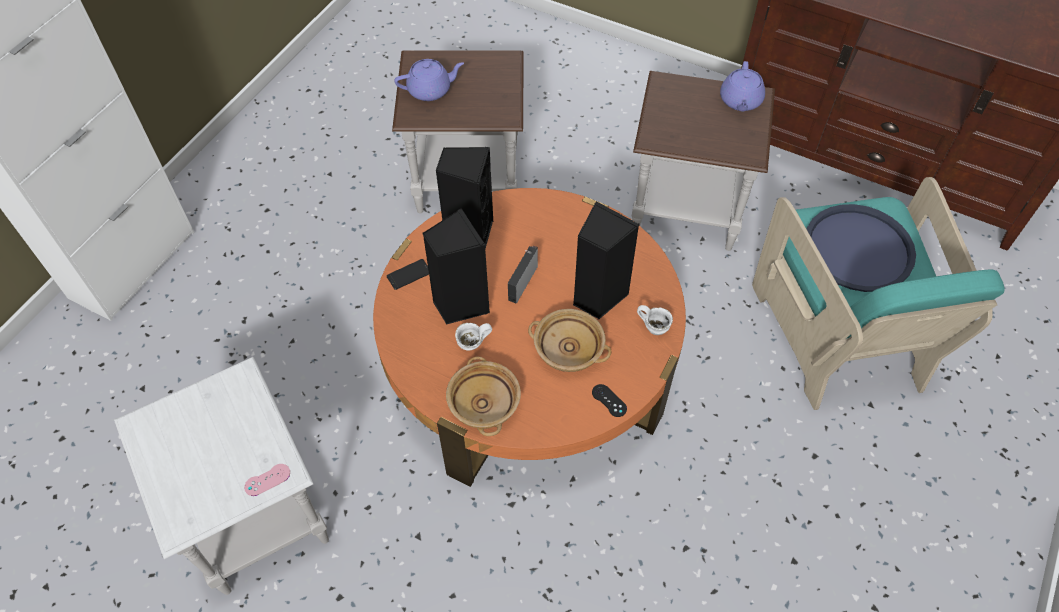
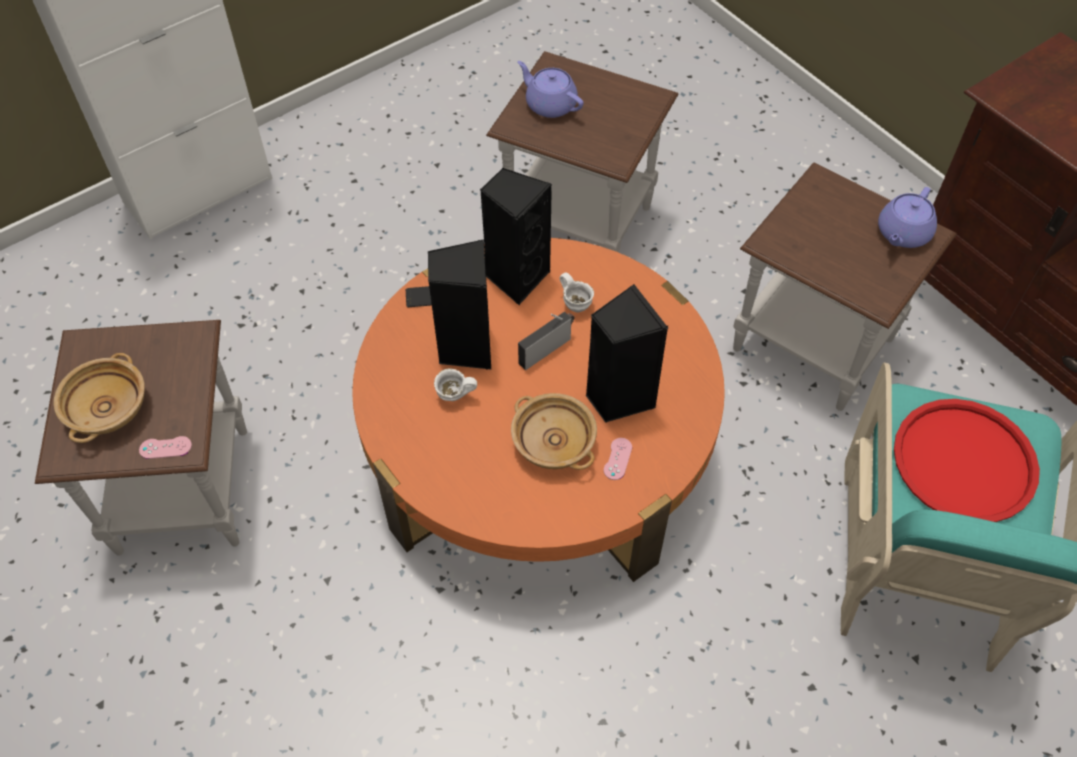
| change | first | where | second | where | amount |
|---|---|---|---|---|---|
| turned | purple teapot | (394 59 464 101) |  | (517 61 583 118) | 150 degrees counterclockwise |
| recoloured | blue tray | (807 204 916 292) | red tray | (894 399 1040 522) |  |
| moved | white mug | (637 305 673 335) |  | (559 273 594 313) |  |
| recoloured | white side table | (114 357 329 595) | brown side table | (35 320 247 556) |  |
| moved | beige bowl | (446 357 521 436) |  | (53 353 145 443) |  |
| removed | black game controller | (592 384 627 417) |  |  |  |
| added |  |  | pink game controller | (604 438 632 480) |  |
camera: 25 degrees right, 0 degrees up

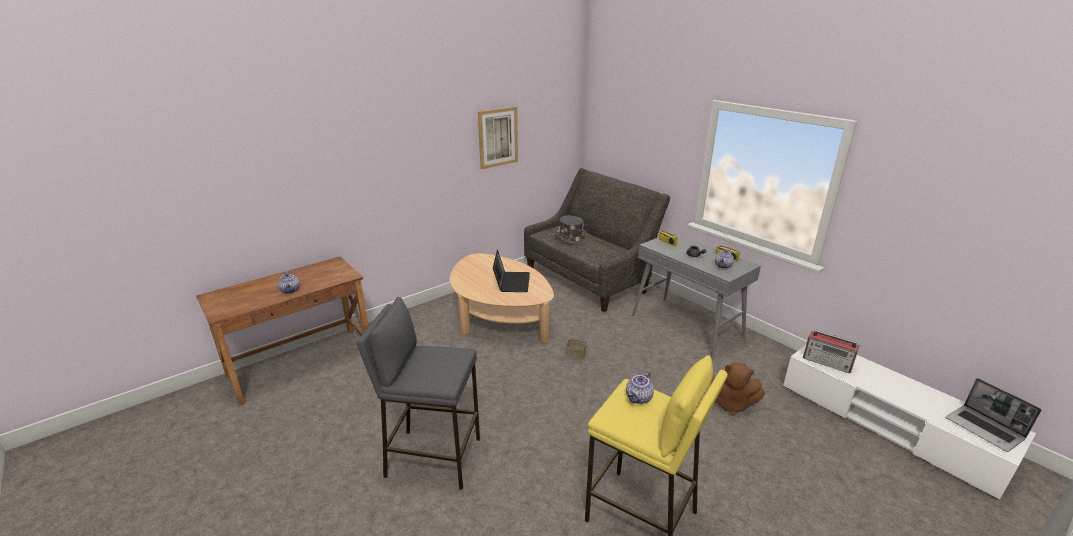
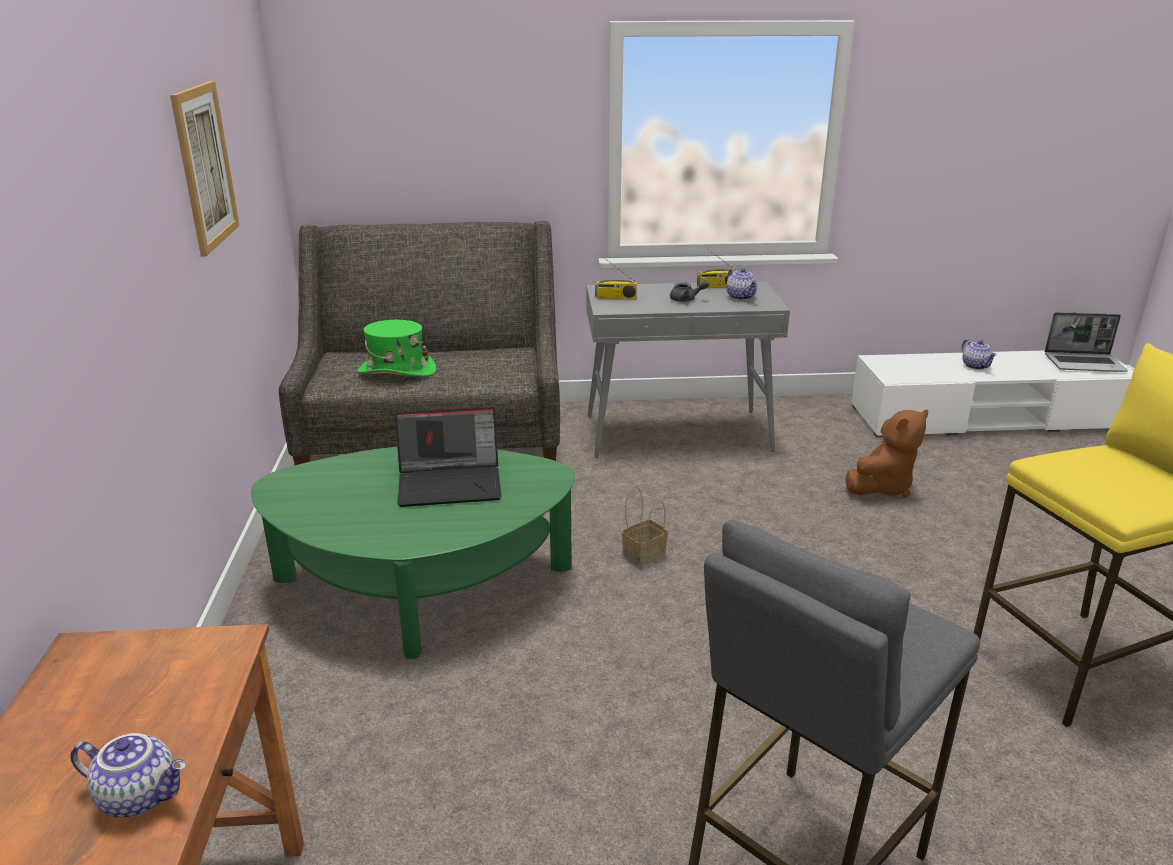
| change | first | where | second | where | amount |
|---|---|---|---|---|---|
| recoloured | grey hat | (555 216 587 246) | green hat | (357 320 436 377) |  |
| turned | laptop | (493 250 530 292) |  | (395 407 501 507) | 135 degrees clockwise |
| recoloured | beige coffee table | (449 253 554 343) | green coffee table | (251 447 575 659) |  |
| removed | radio | (803 330 860 373) |  |  |  |
| moved | teapot | (626 371 654 404) |  | (962 339 997 370) |  |
camera: 55 degrees left, 0 degrees up

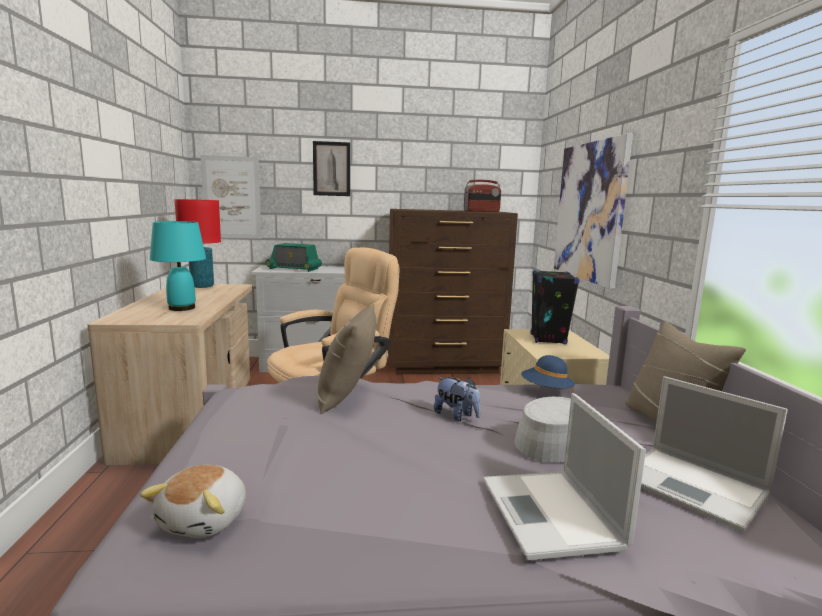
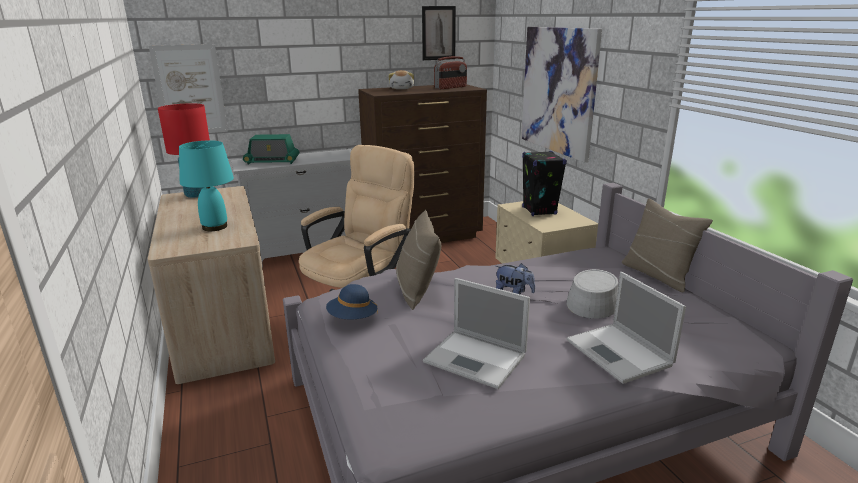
| change | first | where | second | where | amount |
|---|---|---|---|---|---|
| moved | picture | (313 141 350 196) |  | (422 6 456 60) |  |
| moved | blue hat | (521 355 575 391) |  | (326 284 378 320) |  |
| moved | laptop | (641 376 788 532) |  | (423 278 530 389) |  |
| moved | plush toy | (140 465 246 538) |  | (388 70 414 89) |  |
camera: 15 degrees left, 10 degrees up

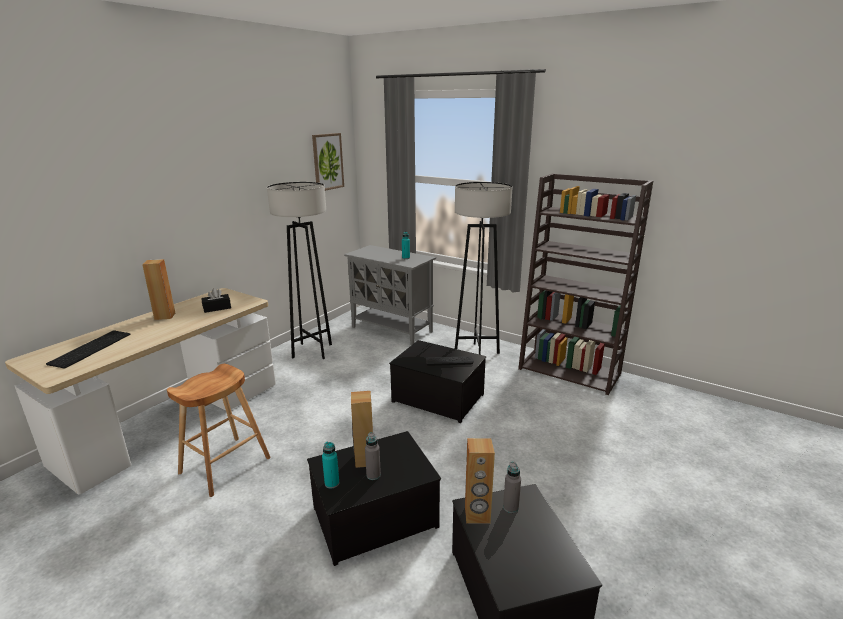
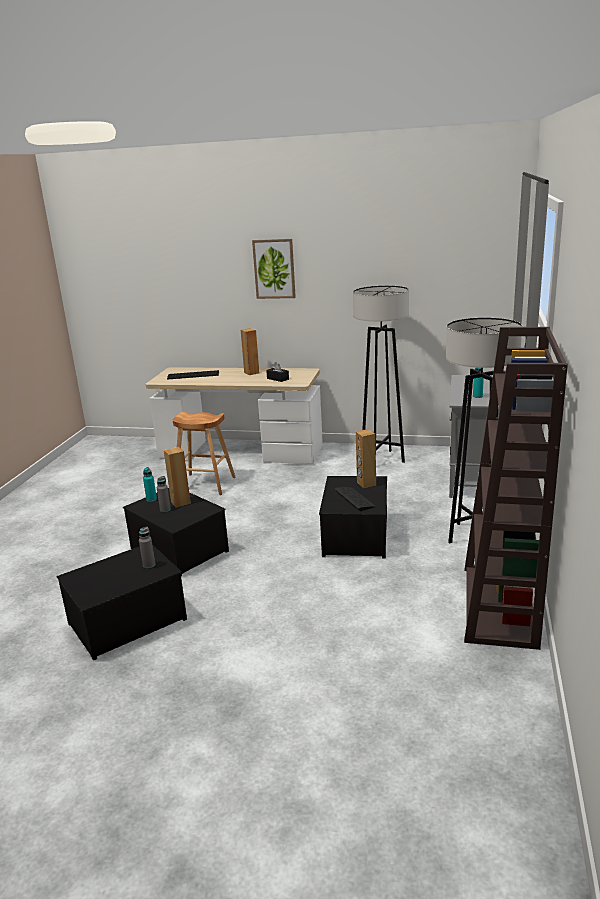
| change | first | where | second | where | amount |
|---|---|---|---|---|---|
| moved | picture | (312 133 344 191) |  | (252 239 296 299) |  |
| moved | brown speaker | (465 438 495 524) |  | (356 429 376 489) |  |
camera: 70 degrees right, 0 degrees up

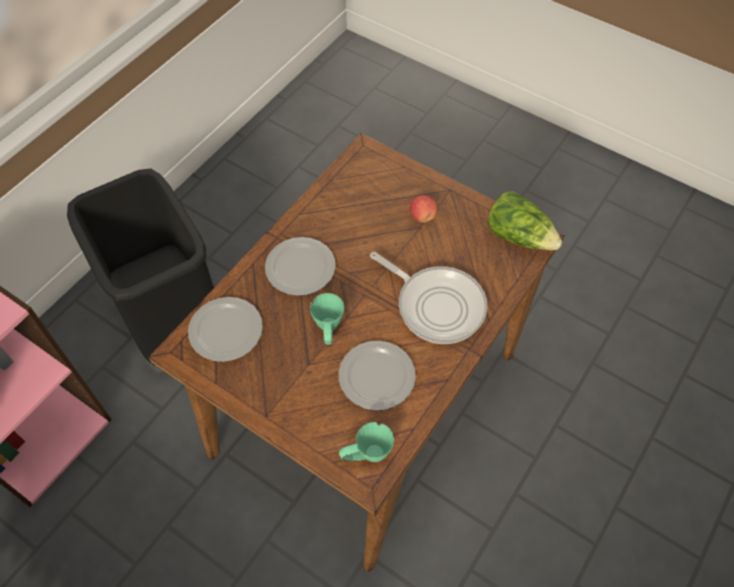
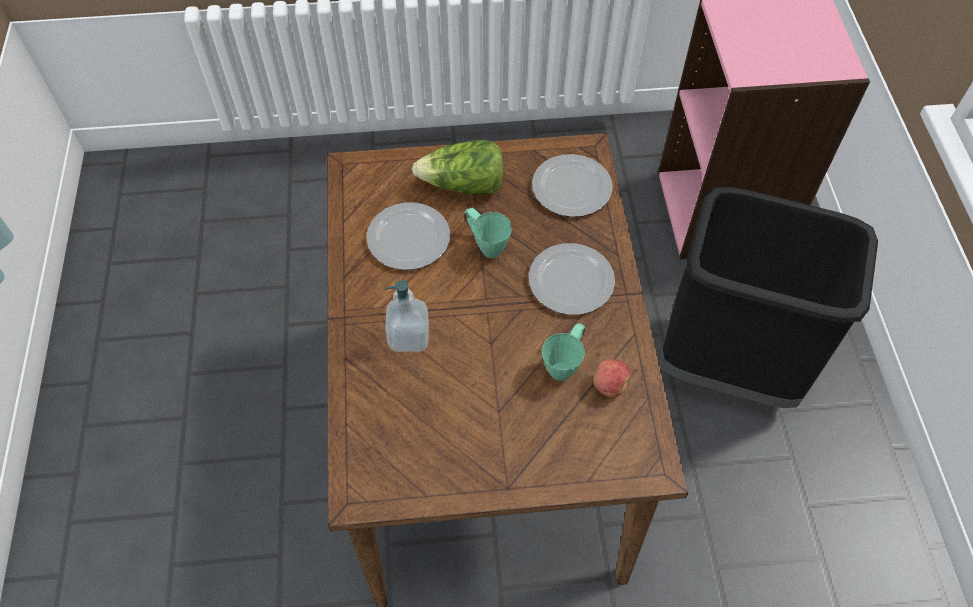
| change | first | where | second | where | amount |
|---|---|---|---|---|---|
| moved | lettuce | (487 191 562 250) |  | (412 140 504 194) |  |
| moved | apple | (410 195 437 223) |  | (593 359 631 397) |  |
| replaced | frying pan | (370 252 488 344) | soap dispenser | (385 280 429 352) |  |
| moved | green mug | (339 422 394 462) |  | (542 323 585 381) |  |
camera: 140 degrees right, 0 degrees up

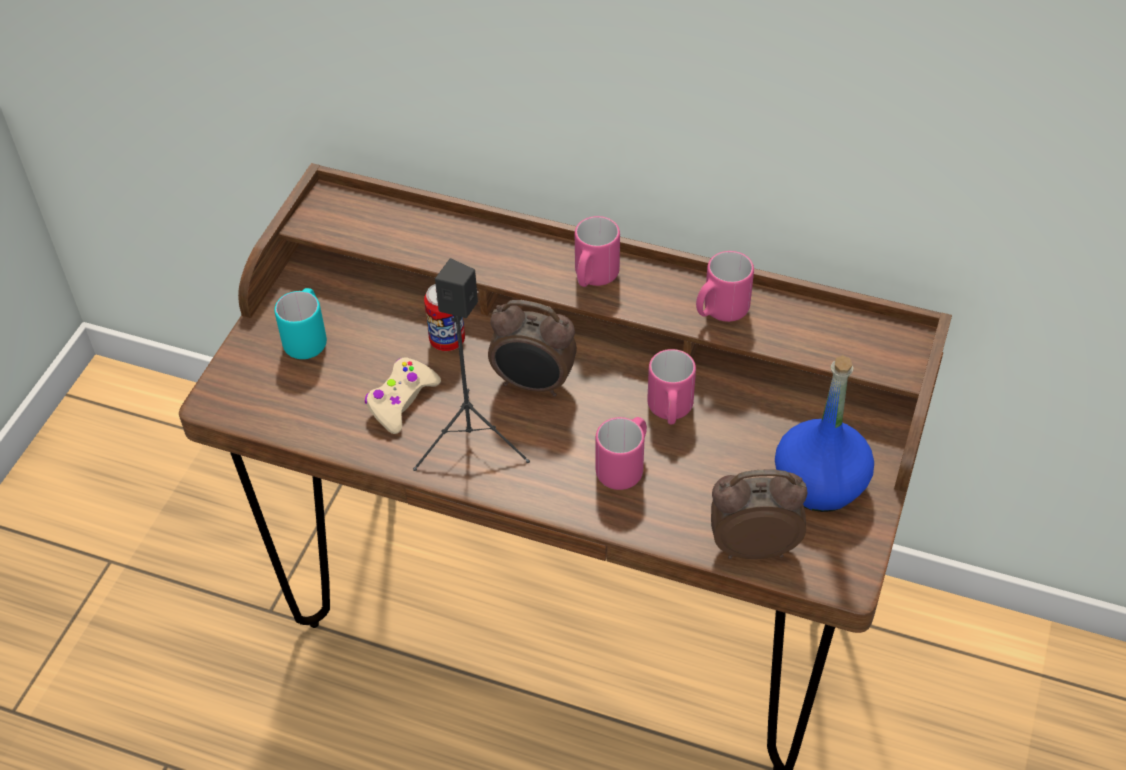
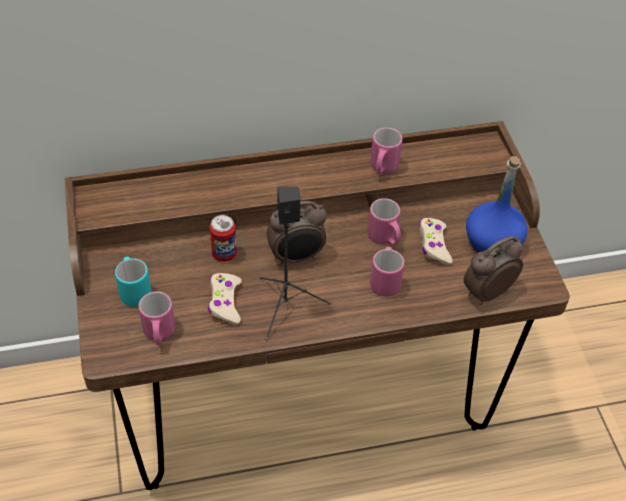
| change | first | where | second | where | amount |
|---|---|---|---|---|---|
| moved | pink mug | (575 216 620 287) |  | (138 291 175 345) |  |
| added |  |  | beige game controller | (419 218 453 265) |  |
camera: 35 degrees left, 0 degrees up

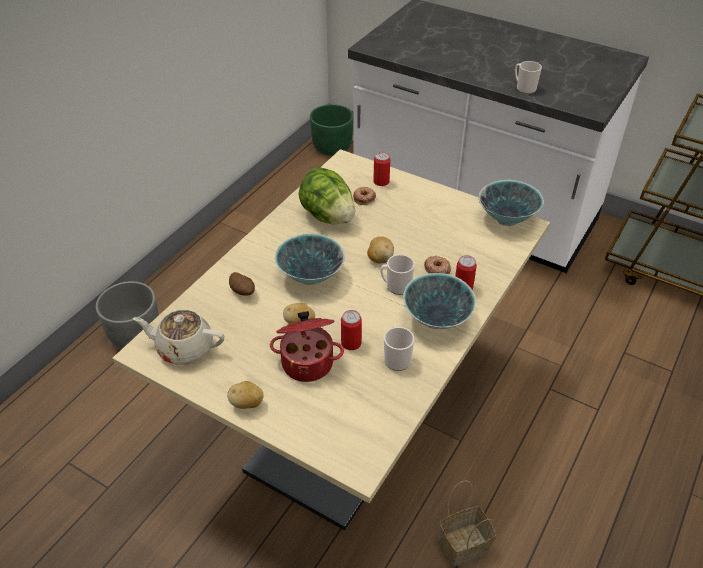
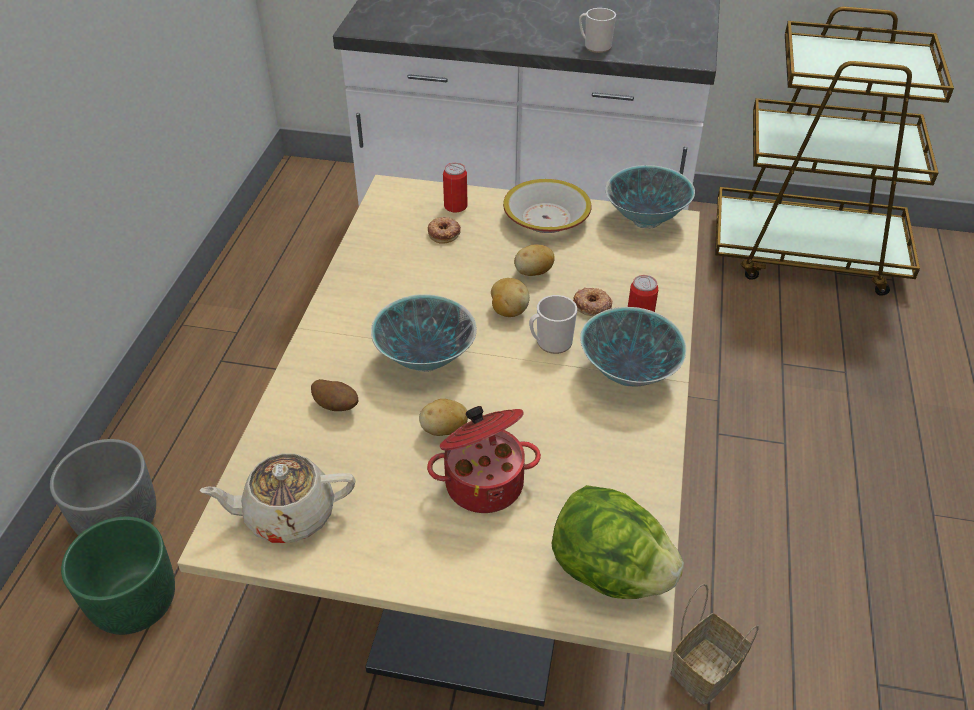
| change | first | where | second | where | amount |
|---|---|---|---|---|---|
| moved | green planter | (310 104 354 156) |  | (61 517 175 635) |  |
| moved | lettuce | (299 167 355 224) |  | (551 485 684 599) |  |
| removed | can | (341 310 362 350) |  |  |  |
| removed | mug | (384 325 414 371) |  |  |  |
| moved | potato | (227 381 264 409) |  | (514 245 555 276) |  |
| added |  |  | bowl | (503 179 591 233) |  |
camera: 20 degrees left, 0 degrees up

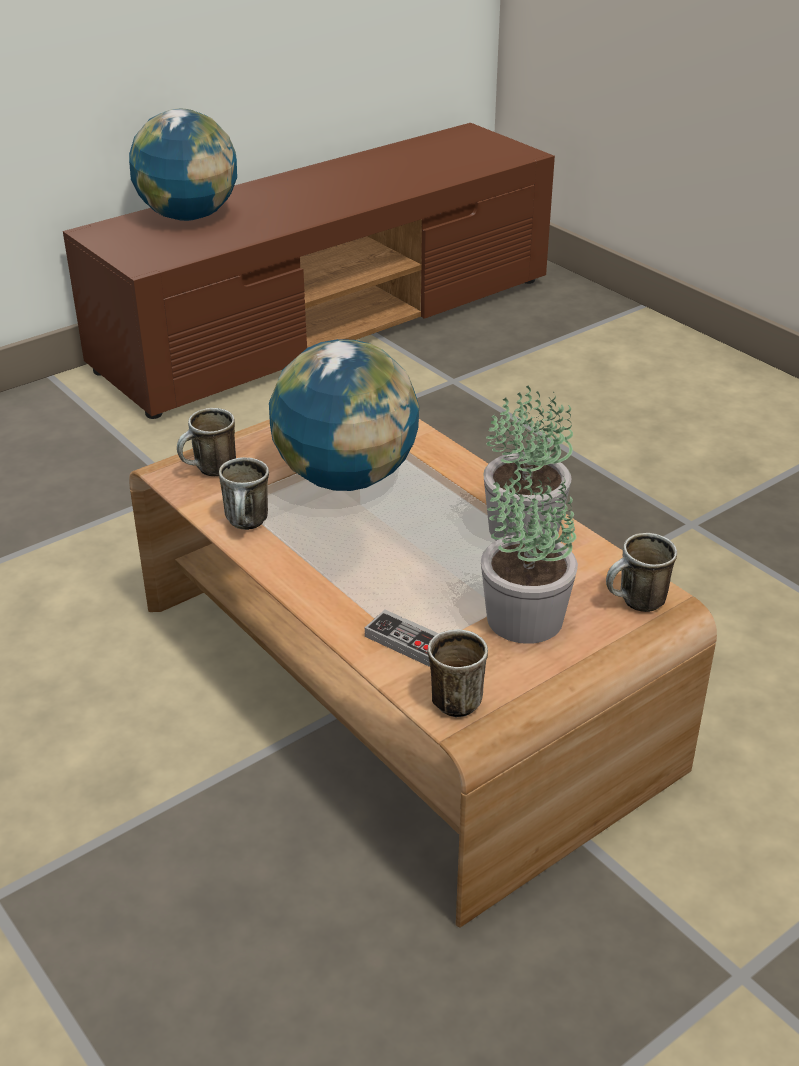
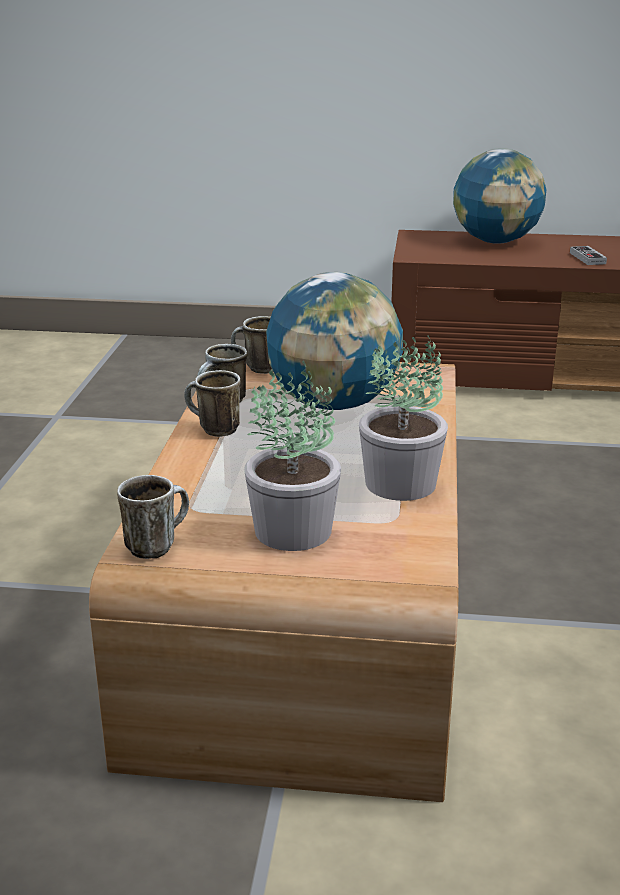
| change | first | where | second | where | amount |
|---|---|---|---|---|---|
| moved | mug | (606 533 677 612) |  | (184 370 241 437) |  |
| moved | game controller | (365 610 439 667) |  | (570 246 607 265) |  |
camera: 45 degrees right, 10 degrees down

